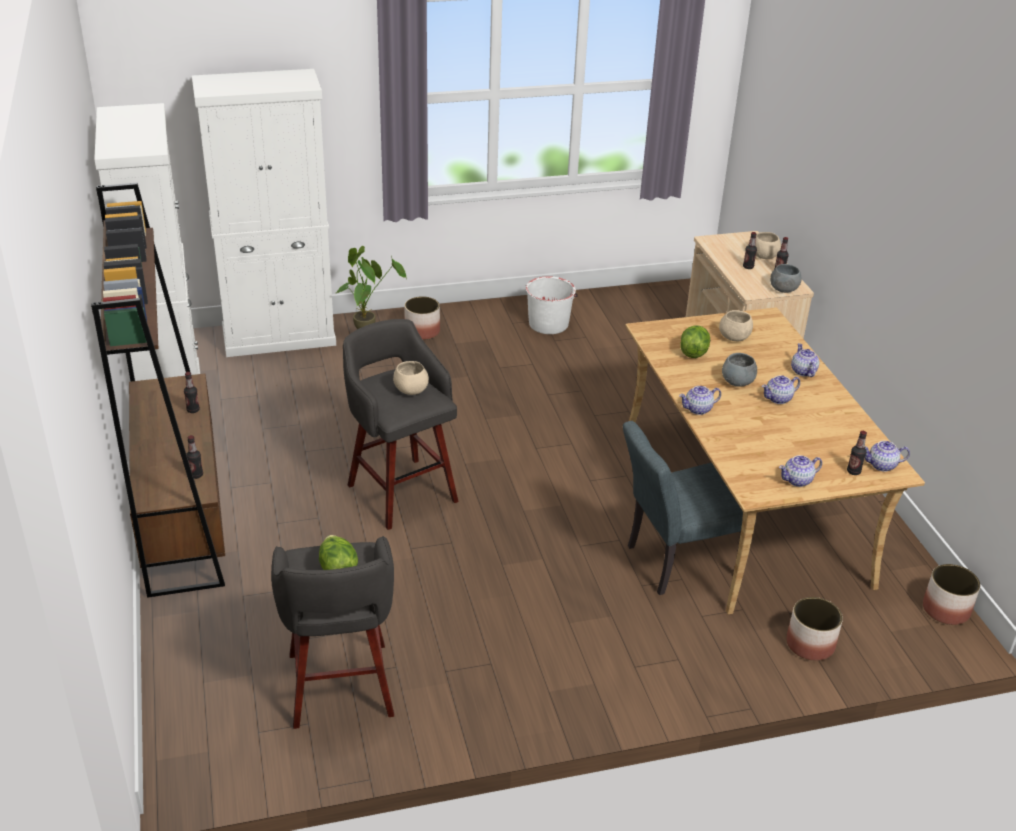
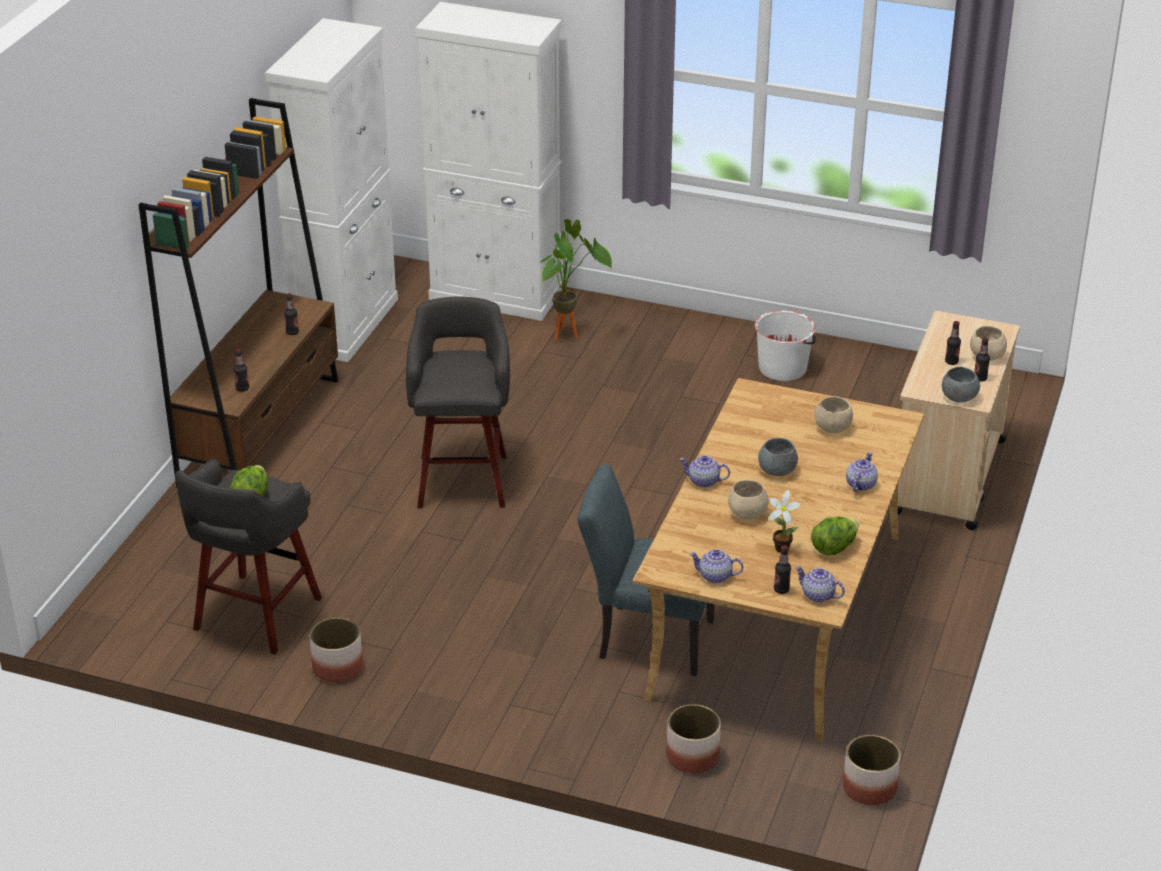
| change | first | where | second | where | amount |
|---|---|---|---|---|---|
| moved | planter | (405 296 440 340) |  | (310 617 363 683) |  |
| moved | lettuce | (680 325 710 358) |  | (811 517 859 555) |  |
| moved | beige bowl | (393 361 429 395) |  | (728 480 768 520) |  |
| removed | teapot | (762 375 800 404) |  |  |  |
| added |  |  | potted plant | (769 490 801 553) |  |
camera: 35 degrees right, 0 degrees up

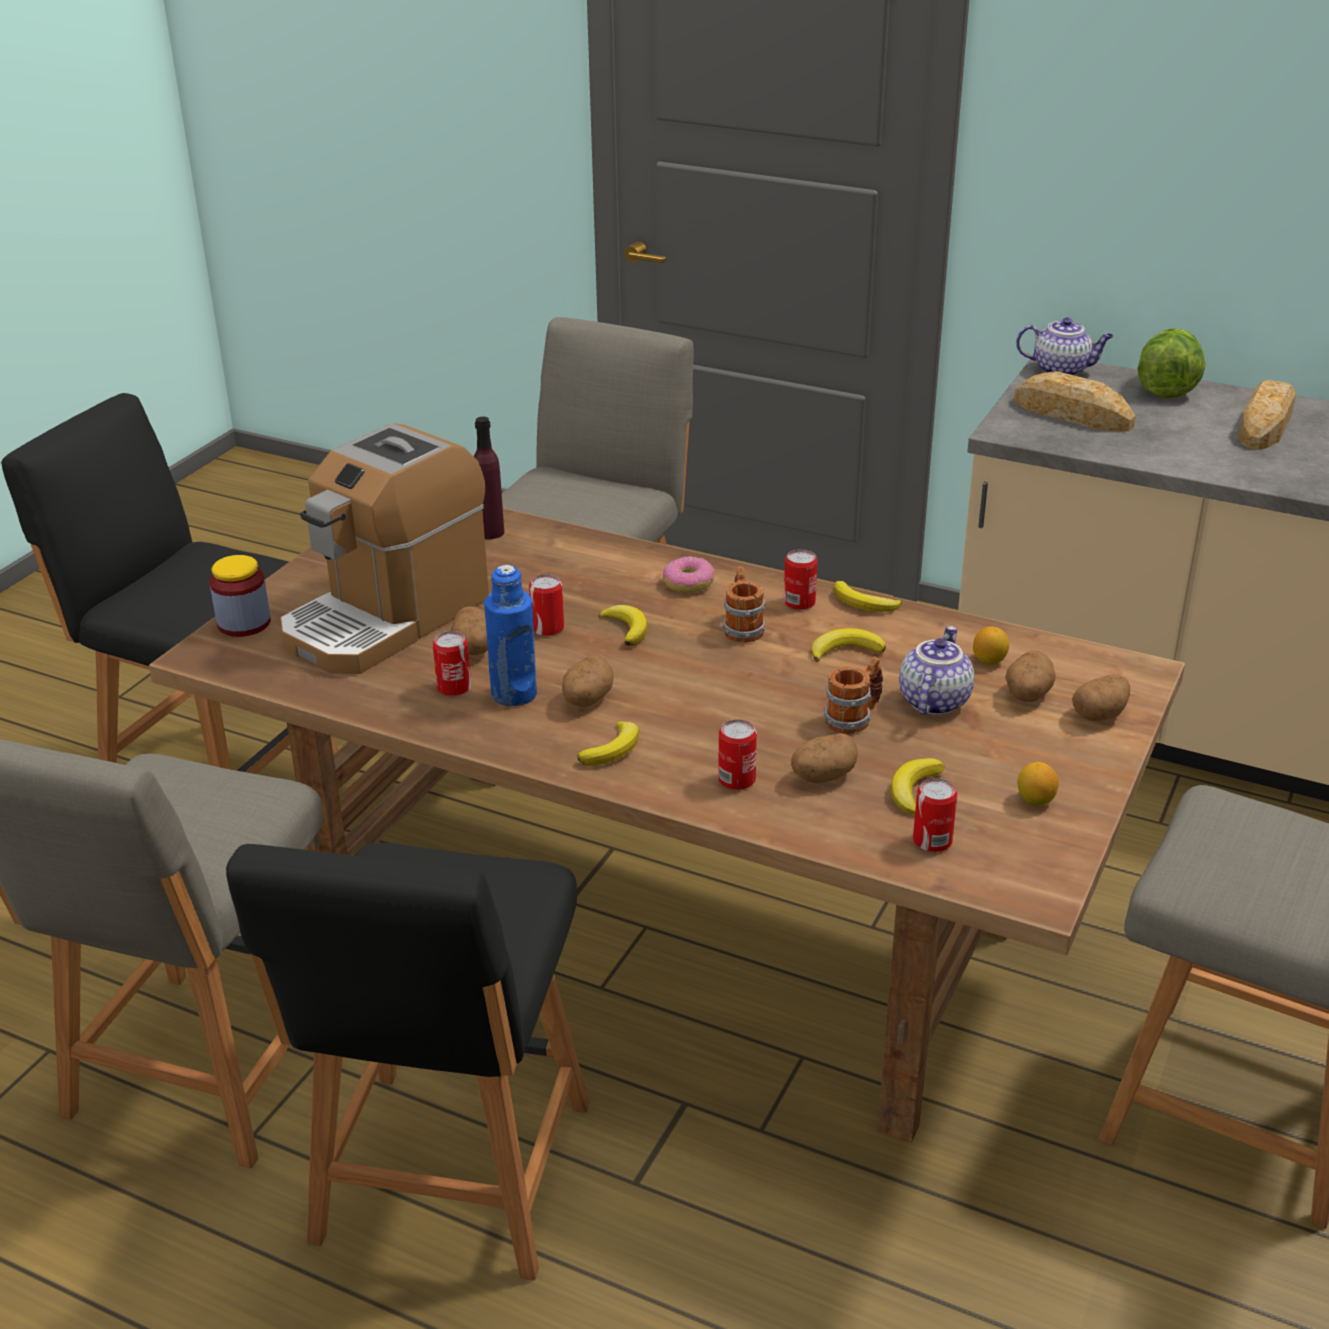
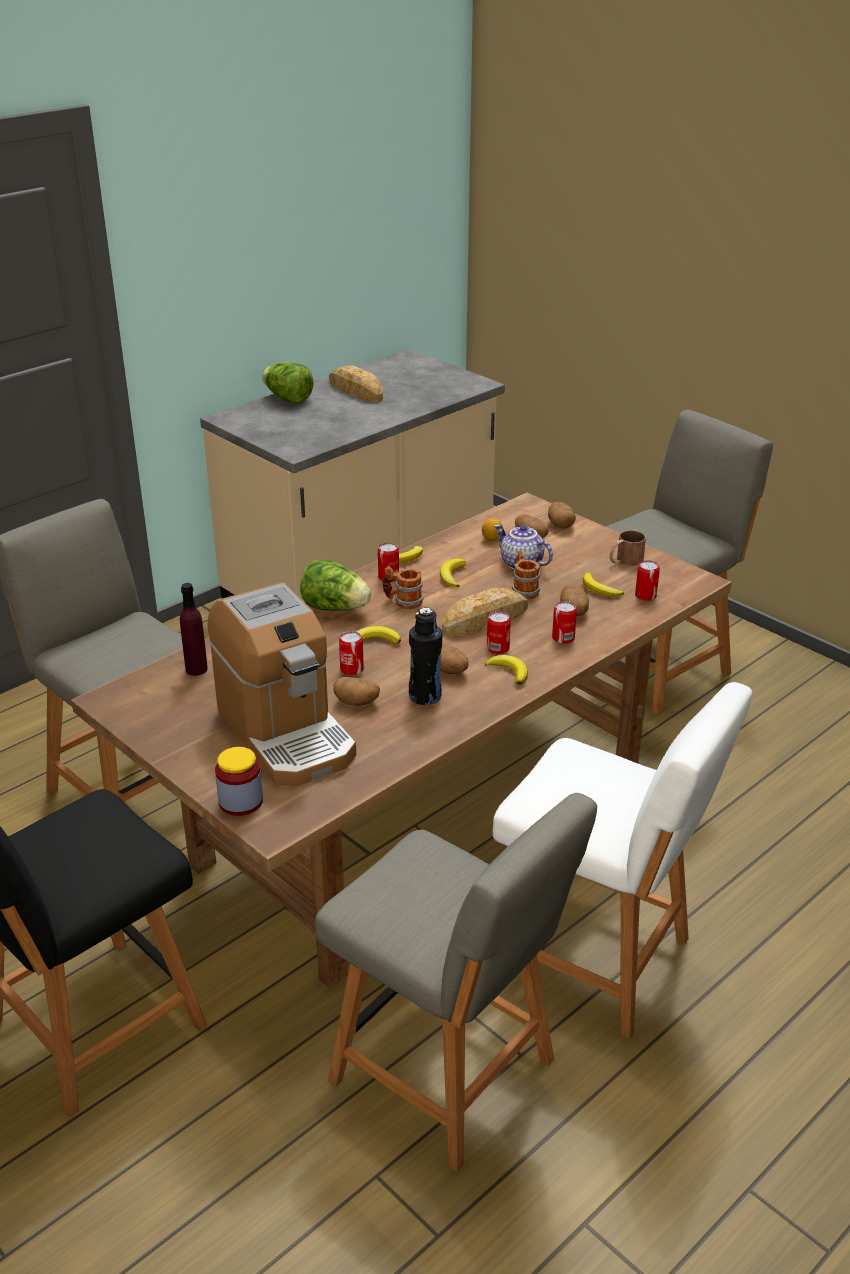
| change | first | where | second | where | amount |
|---|---|---|---|---|---|
| removed | teapot | (1016 317 1114 376) |  |  |  |
| moved | bread | (1014 371 1136 432) |  | (442 588 528 637) |  |
| replaced | donut | (663 556 714 593) | lettuce | (300 558 371 611) |  |
| recoloured | blue bottle | (484 565 537 706) | black bottle | (409 607 442 705) |  |
| moved | can | (433 631 471 696) |  | (487 611 511 654) |  |
| replaced | lemon | (1017 762 1059 806) | brown mug | (609 530 646 566) |  |
| recoloured | black chair | (226 843 589 1281) | white chair | (493 682 752 1039) |  |
camera: 70 degrees left, 0 degrees up

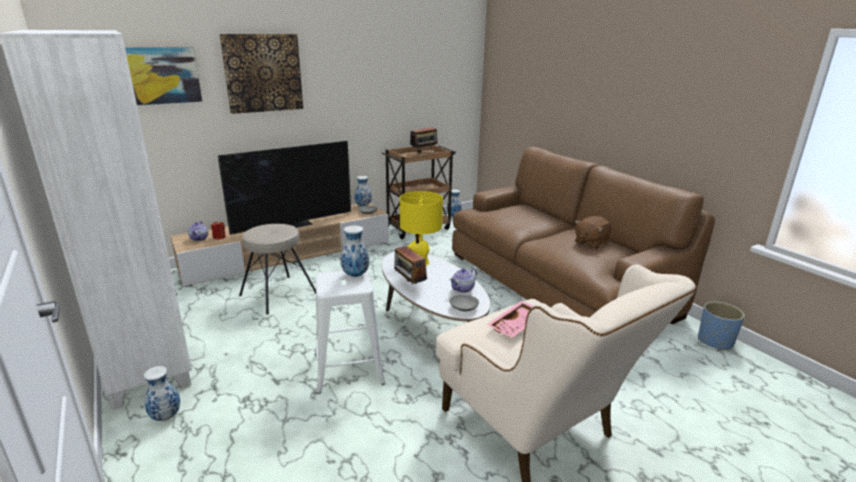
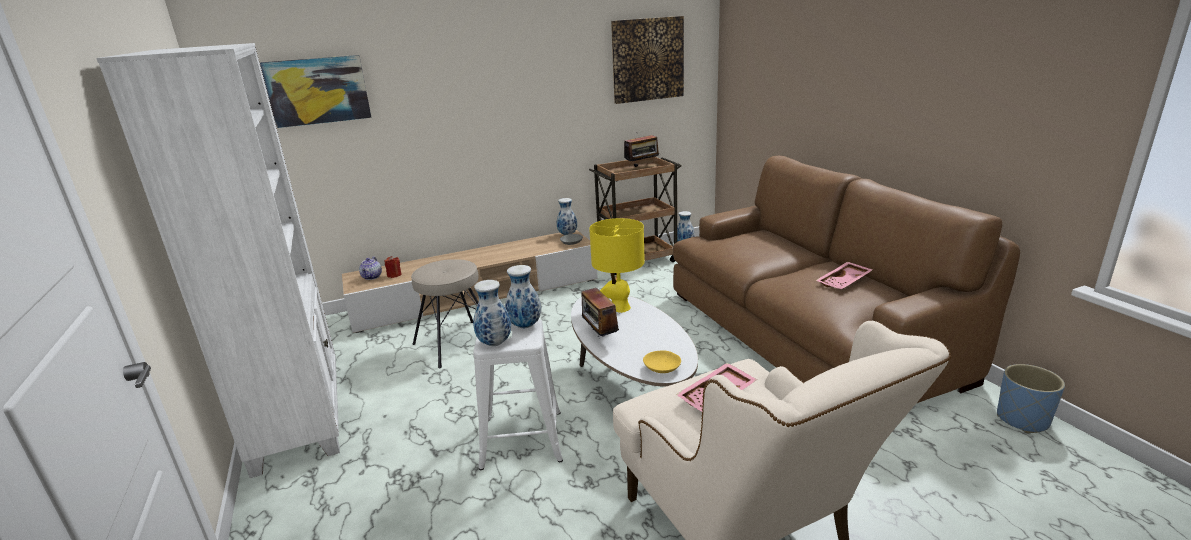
| change | first | where | second | where | amount |
|---|---|---|---|---|---|
| moved | picture | (220 34 303 114) |  | (611 16 684 104) |  |
| removed | television | (218 141 351 235) |  |  |  |
| replaced | brown plush toy | (575 216 612 249) | pink tray | (815 262 873 289) |  |
| removed | teapot | (449 268 477 293) |  |  |  |
| recoloured | grey bowl | (449 294 479 311) | yellow bowl | (643 351 681 373) |  |
| moved | vase | (144 366 180 421) |  | (473 280 511 346) |  |
camera: 10 degrees right, 0 degrees up

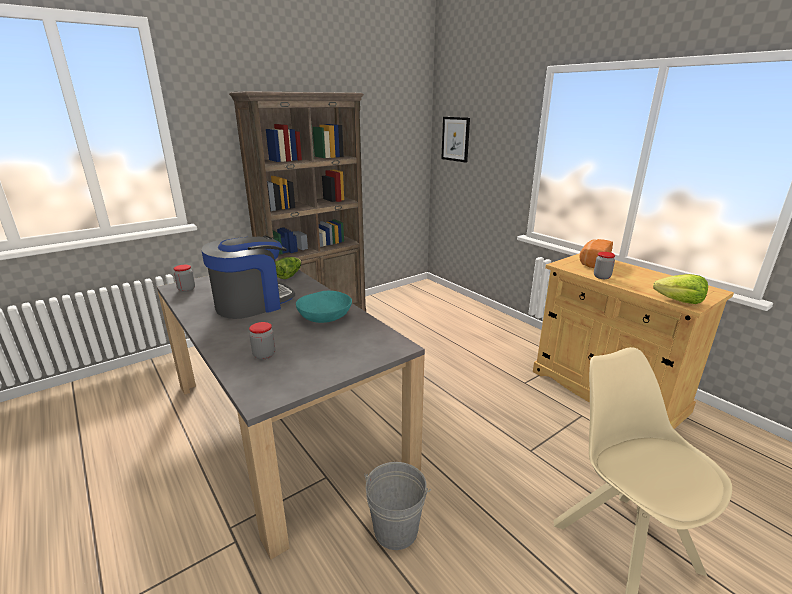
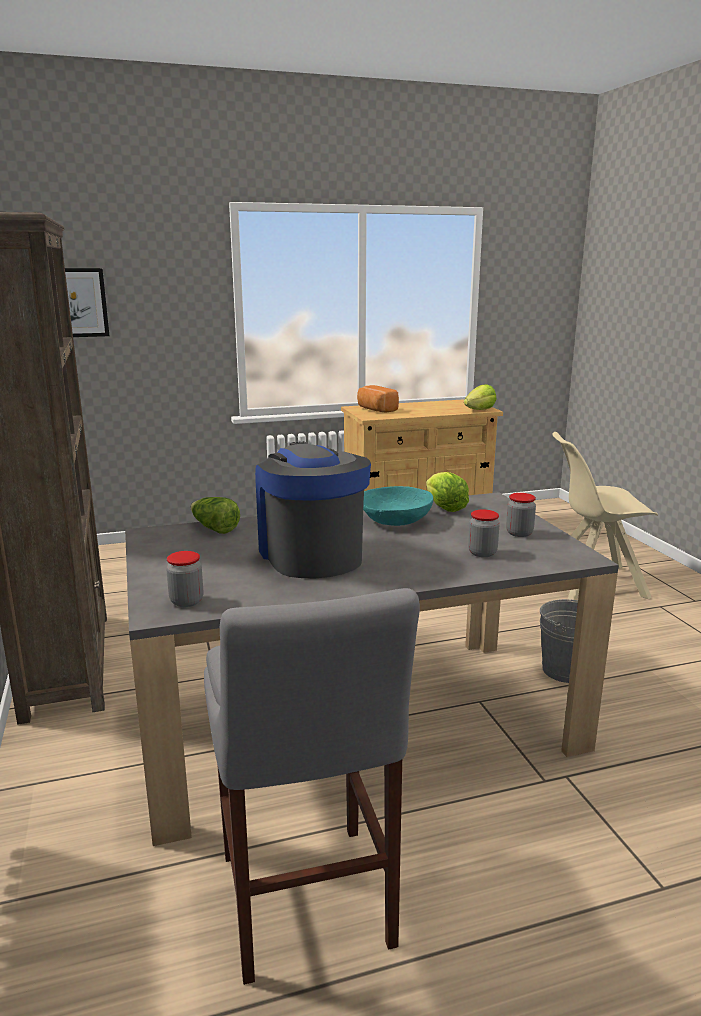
| change | first | where | second | where | amount |
|---|---|---|---|---|---|
| moved | jar | (594 252 615 279) |  | (506 493 536 537) |  |
| added |  |  | lettuce | (426 472 469 512) |  |
| added |  |  | grey stool | (204 588 420 985) |  |
camera: 70 degrees left, 5 degrees down

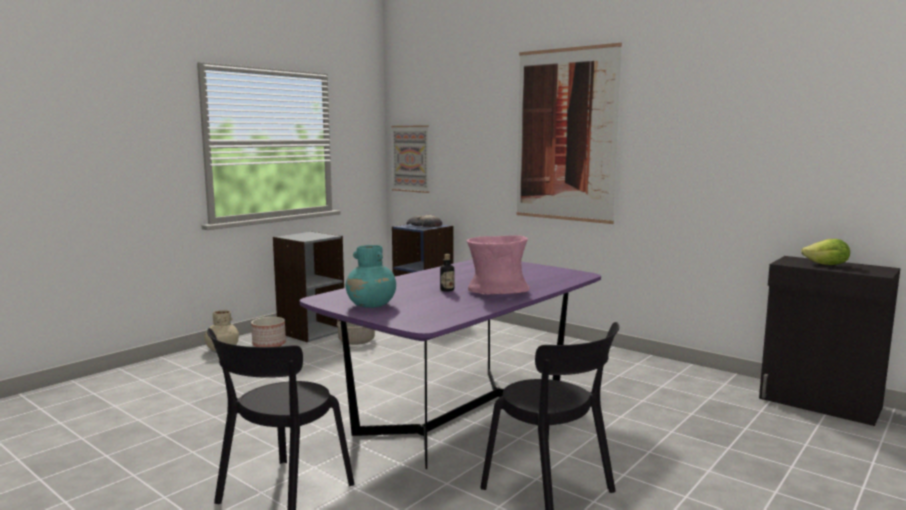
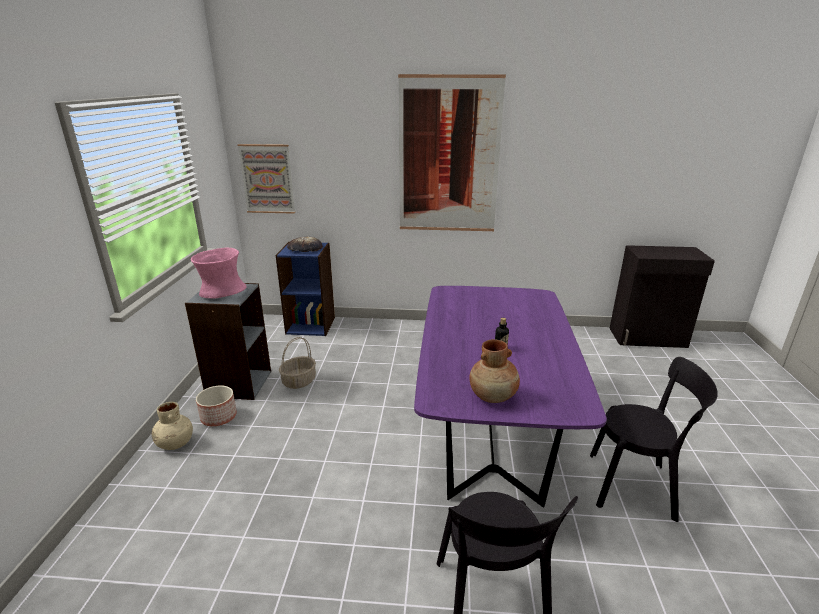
| change | first | where | second | where | amount |
|---|---|---|---|---|---|
| moved | pink vase | (467 235 530 294) |  | (191 248 246 299) |  |
| removed | lettuce | (801 239 850 265) |  |  |  |
| recoloured | turquoise vase | (346 245 396 308) | brown vase | (469 339 520 403) |  |
camera: 35 degrees left, 15 degrees up

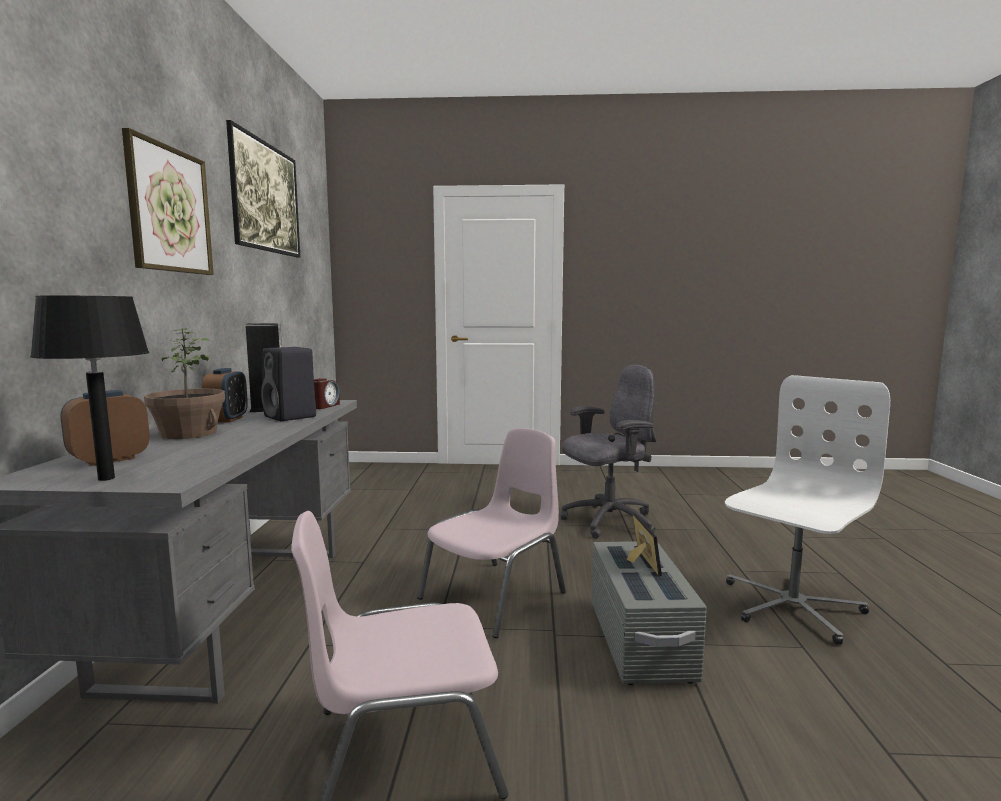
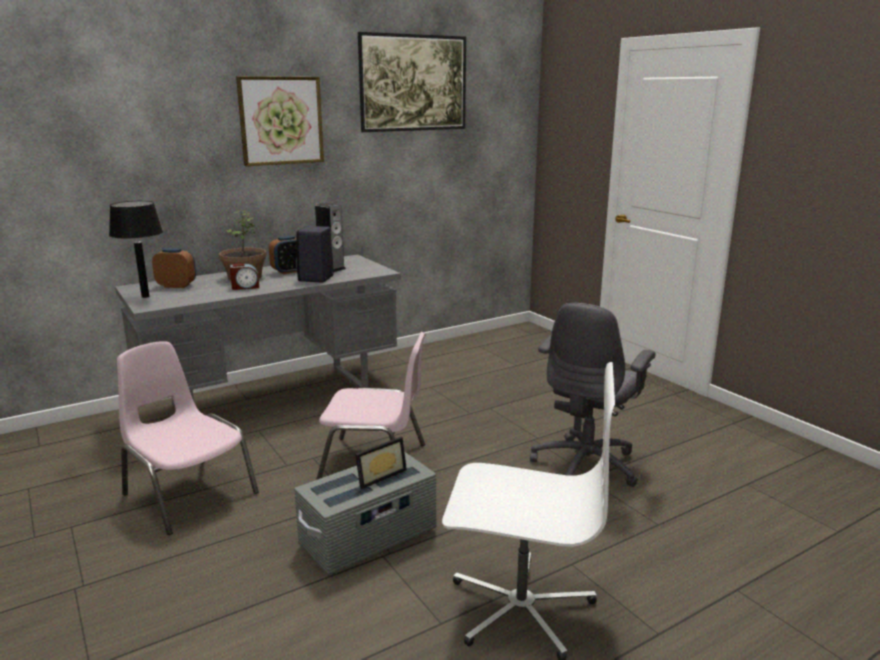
| change | first | where | second | where | amount |
|---|---|---|---|---|---|
| turned | grey office chair | (561 365 656 539) |  | (530 303 656 487) | 90 degrees clockwise |
| moved | alarm clock | (314 378 340 409) |  | (230 263 259 290) |  |
camera: 55 degrees right, 10 degrees up

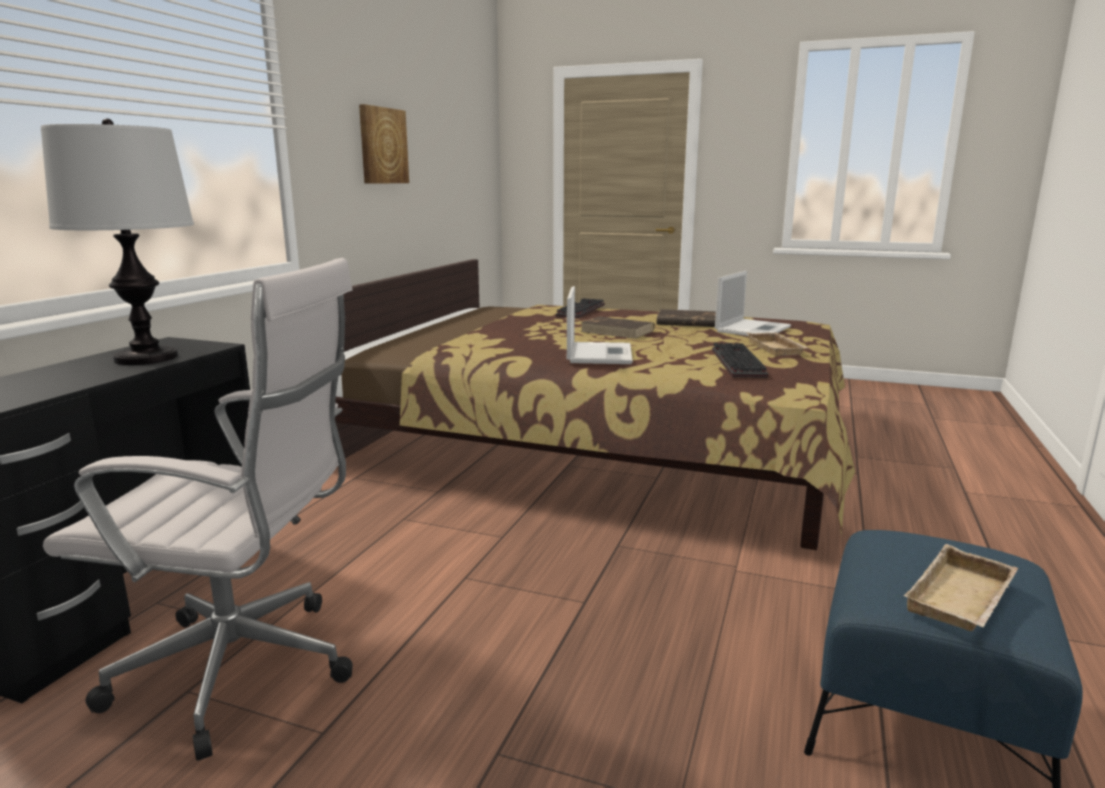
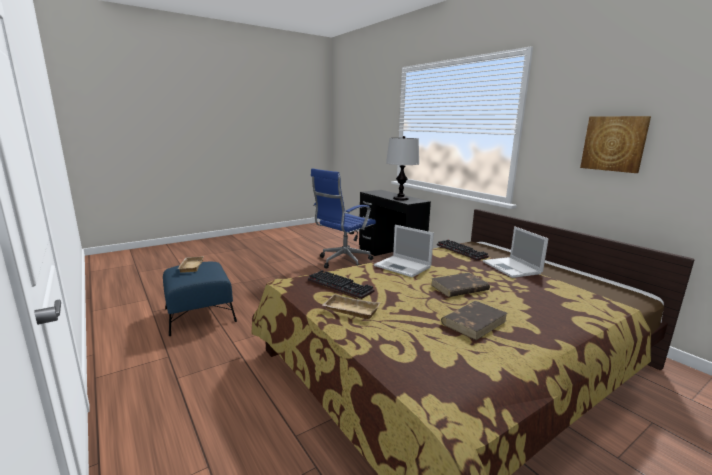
| change | first | where | second | where | amount |
|---|---|---|---|---|---|
| recoloured | white office chair | (43 258 353 761) | blue office chair | (311 168 376 269) |  |
| moved | laptop | (715 271 791 336) |  | (483 226 548 278) |  |
| moved | keyboard | (556 298 605 318) |  | (437 239 489 260) |  |
camera: 125 degrees right, 0 degrees up

